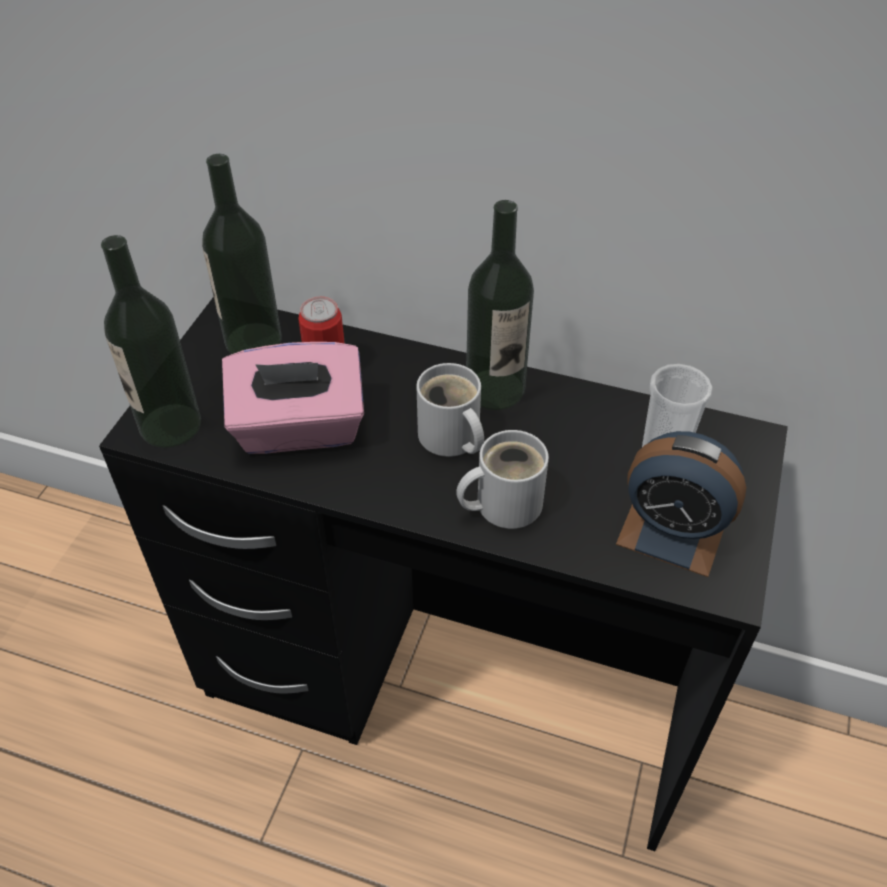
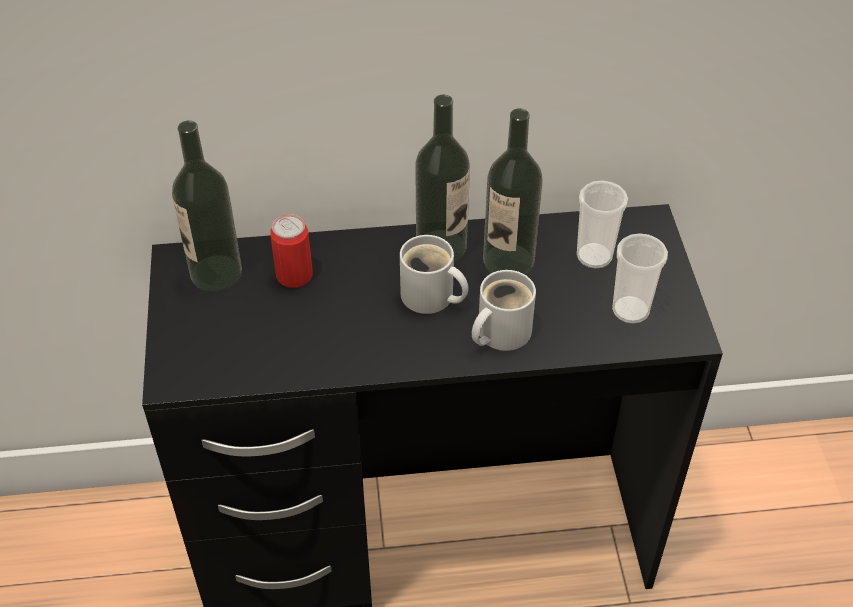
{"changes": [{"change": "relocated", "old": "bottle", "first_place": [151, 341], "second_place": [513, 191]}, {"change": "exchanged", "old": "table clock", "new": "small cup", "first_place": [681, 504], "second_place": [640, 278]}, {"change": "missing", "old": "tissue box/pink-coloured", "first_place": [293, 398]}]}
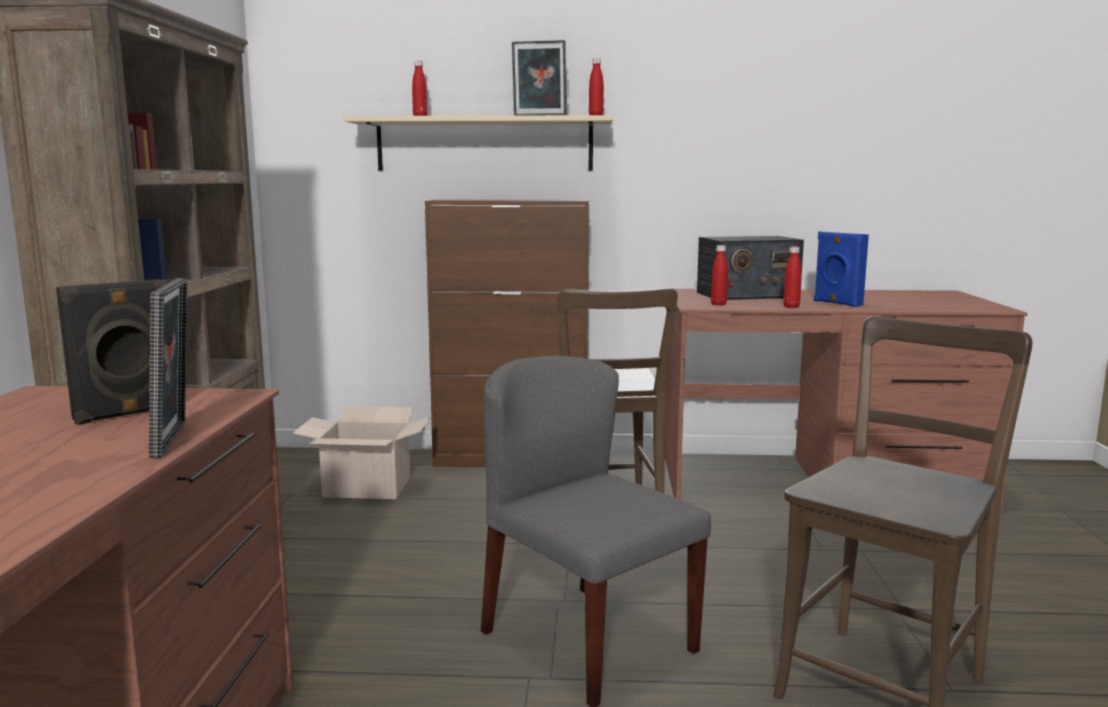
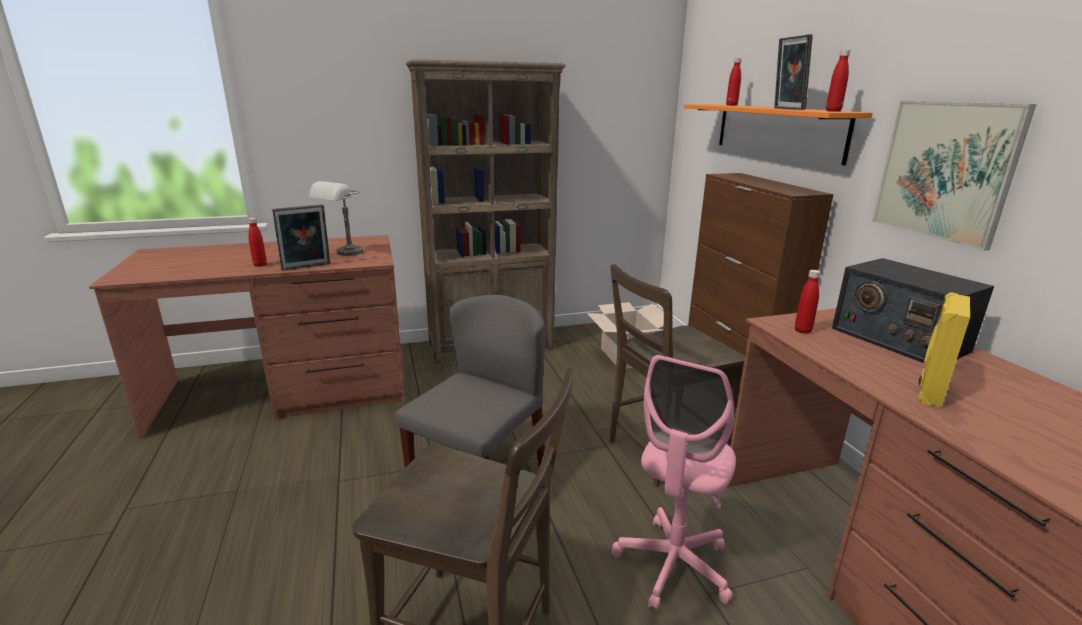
{"changes": [{"change": "relocated", "old": "bottle/reddish", "first_place": [792, 277], "second_place": [257, 242]}, {"change": "exchanged", "old": "audio speaker/black-coloured", "new": "tabletop lamp/grey", "first_place": [111, 352], "second_place": [336, 218]}, {"change": "appeared", "new": "office chair/pink-coloured", "second_place": [674, 483]}, {"change": "colour", "old": "shelf/beige", "new": "shelf/orange", "first_place": [478, 143], "second_place": [778, 135]}, {"change": "appeared", "new": "picture", "second_place": [954, 176]}, {"change": "colour", "old": "audio speaker/blue-coloured", "new": "audio speaker/yellowish", "first_place": [841, 269], "second_place": [944, 349]}]}
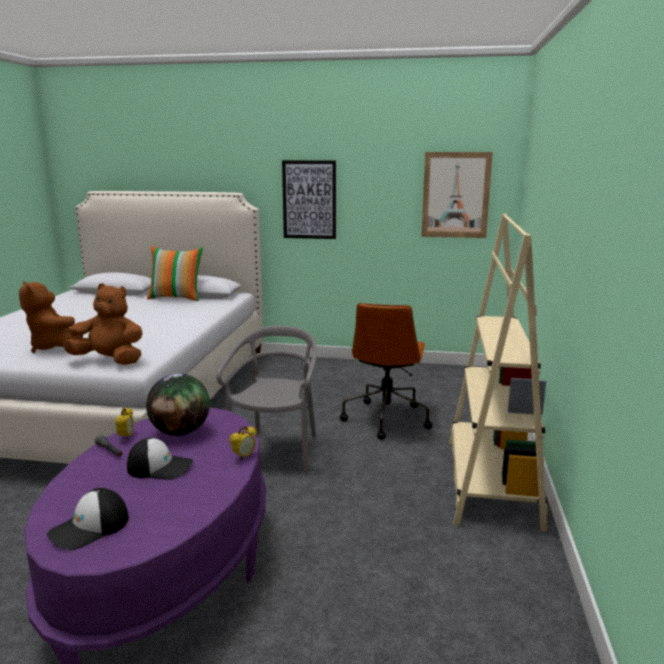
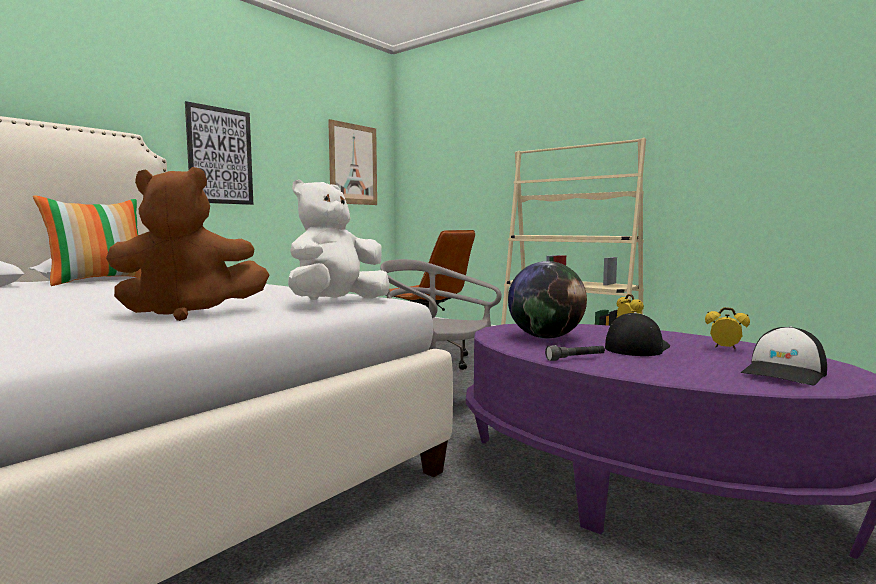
{"changes": [{"change": "colour", "old": "soft toy/brown-coloured", "new": "soft toy/whitish", "first_place": [103, 324], "second_place": [339, 240]}, {"change": "relocated", "old": "table clock", "first_place": [124, 423], "second_place": [727, 328]}, {"change": "spun", "old": "peaked cap", "first_place": [88, 519], "second_place": [784, 355], "degrees": 60}]}
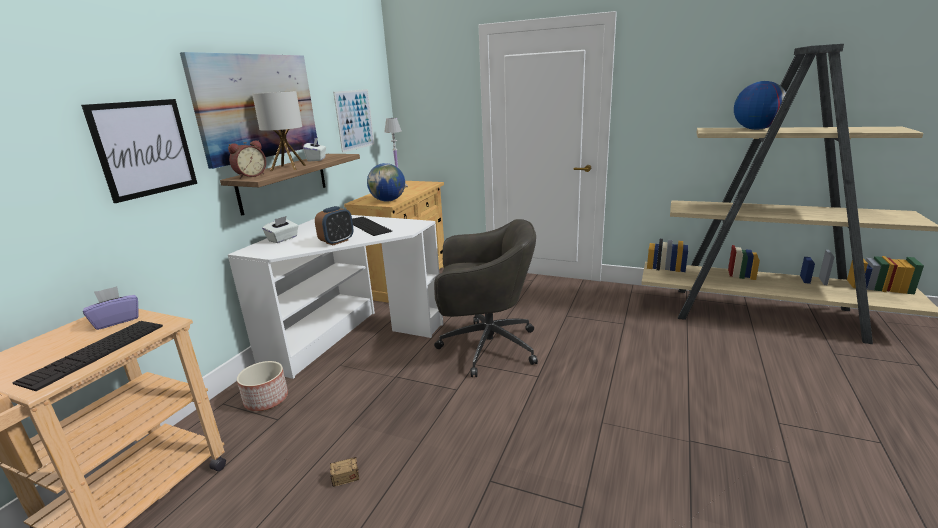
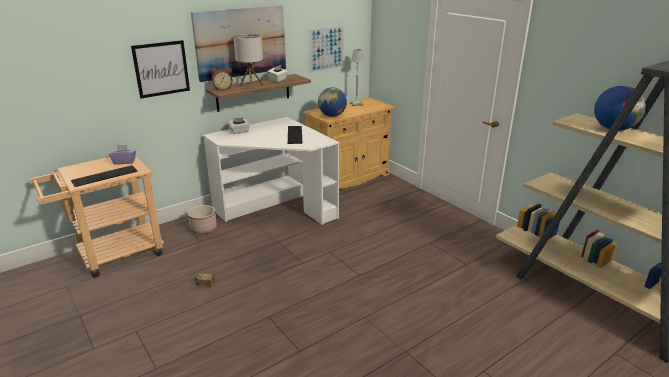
{"changes": [{"change": "missing", "old": "table clock", "first_place": [334, 225]}, {"change": "missing", "old": "office chair/grey", "first_place": [486, 298]}]}
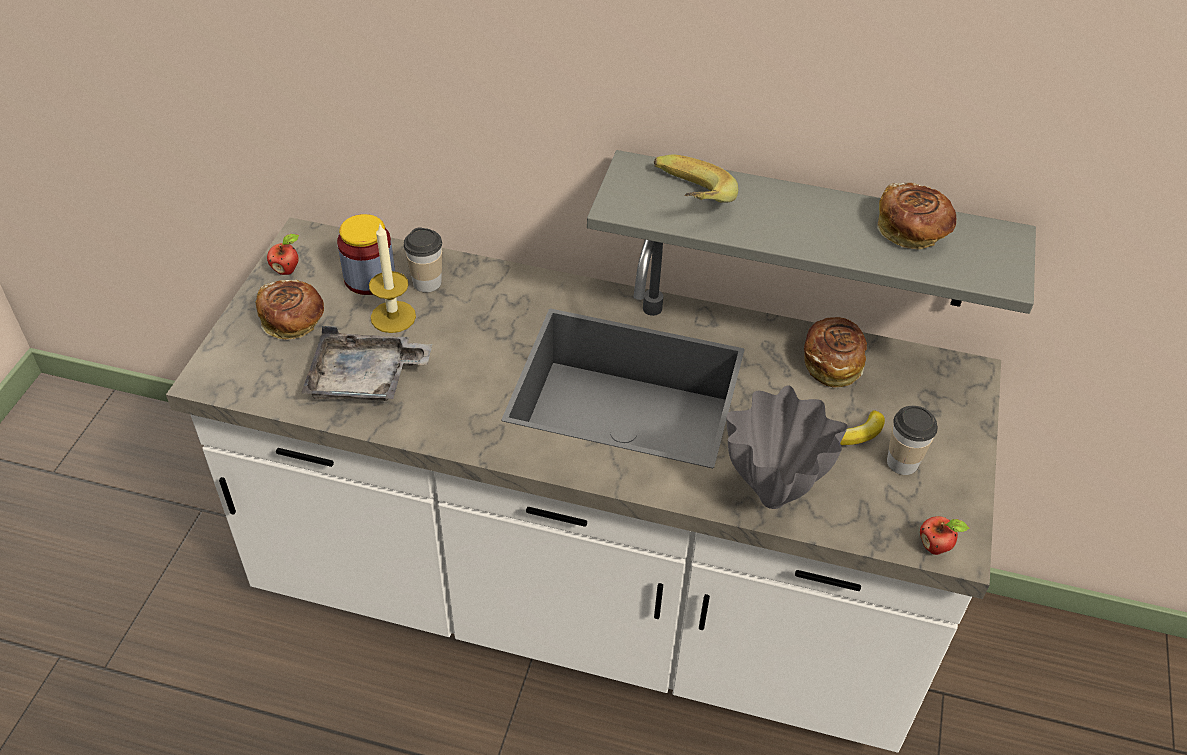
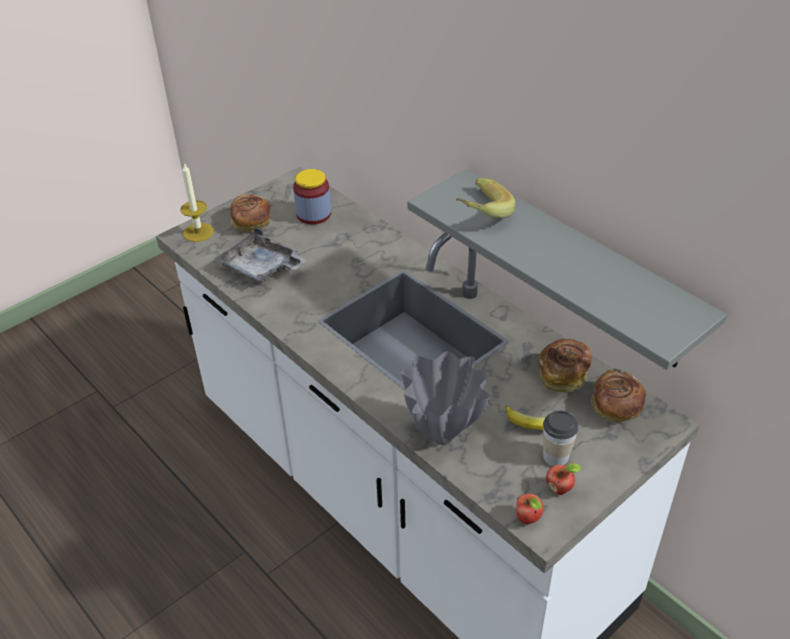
{"changes": [{"change": "relocated", "old": "wax light", "first_place": [392, 279], "second_place": [197, 202]}, {"change": "relocated", "old": "apple fruit", "first_place": [283, 254], "second_place": [564, 479]}, {"change": "relocated", "old": "baked bread", "first_place": [916, 216], "second_place": [618, 396]}, {"change": "missing", "old": "small cup", "first_place": [423, 259]}]}
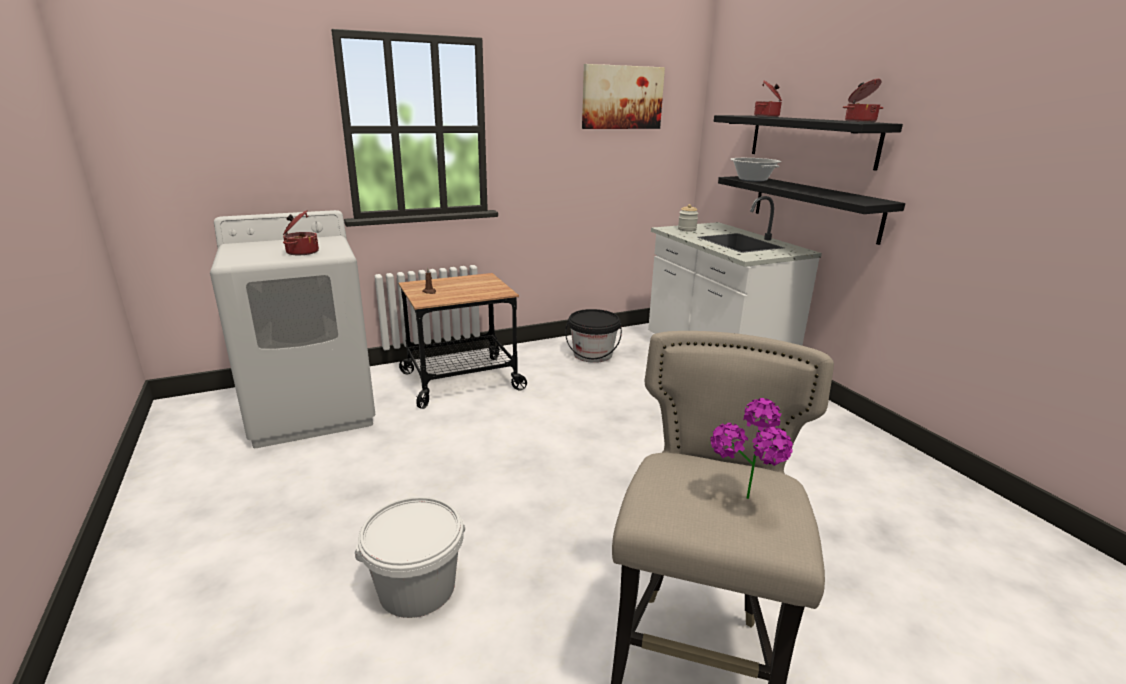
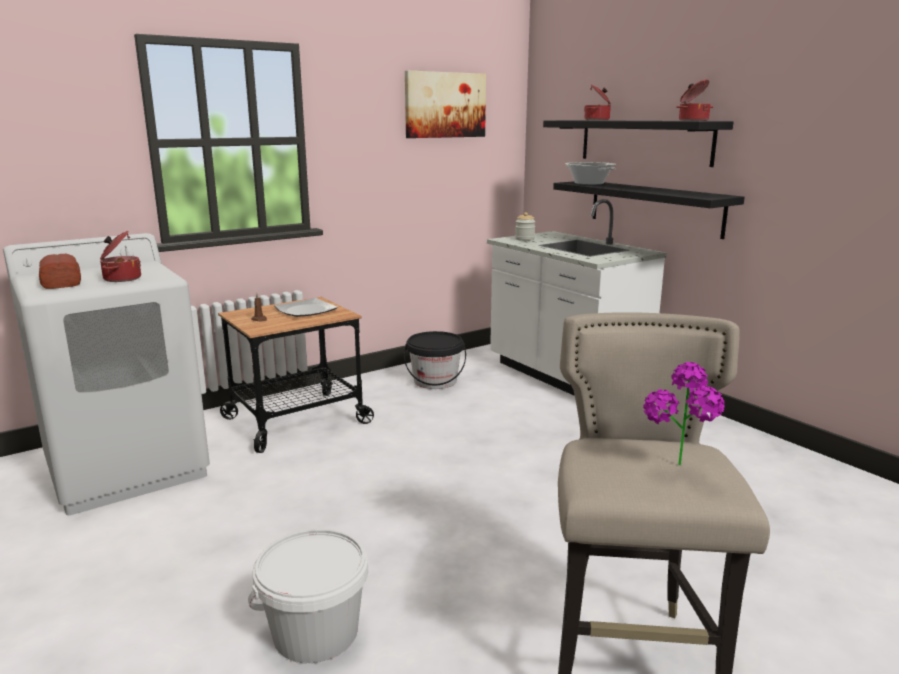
{"changes": [{"change": "appeared", "new": "baked bread", "second_place": [60, 271]}, {"change": "appeared", "new": "flat dish", "second_place": [306, 307]}]}
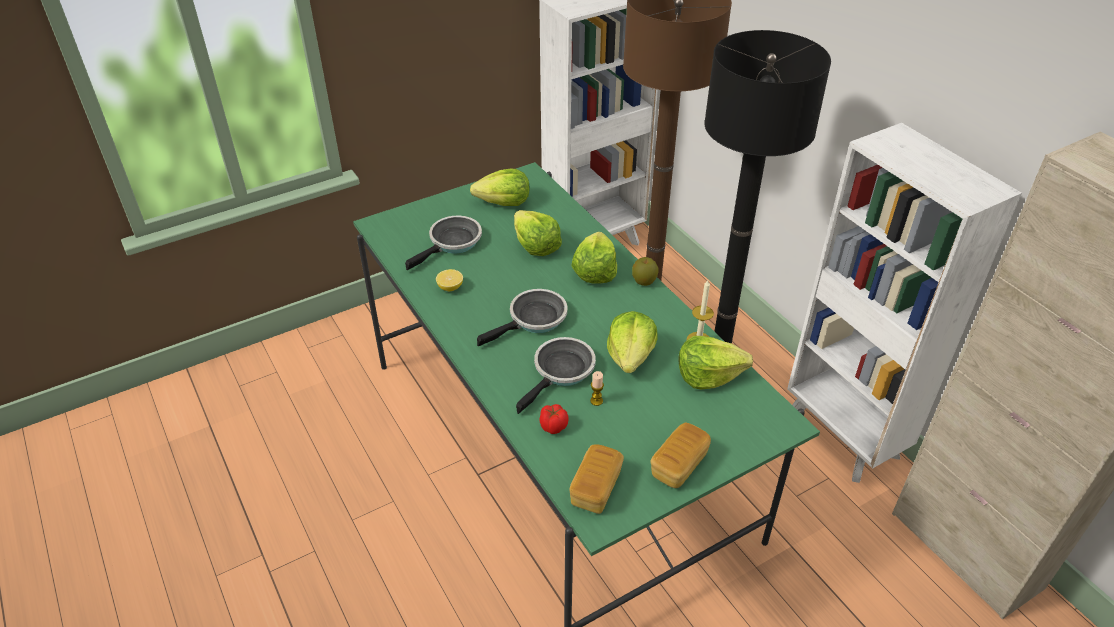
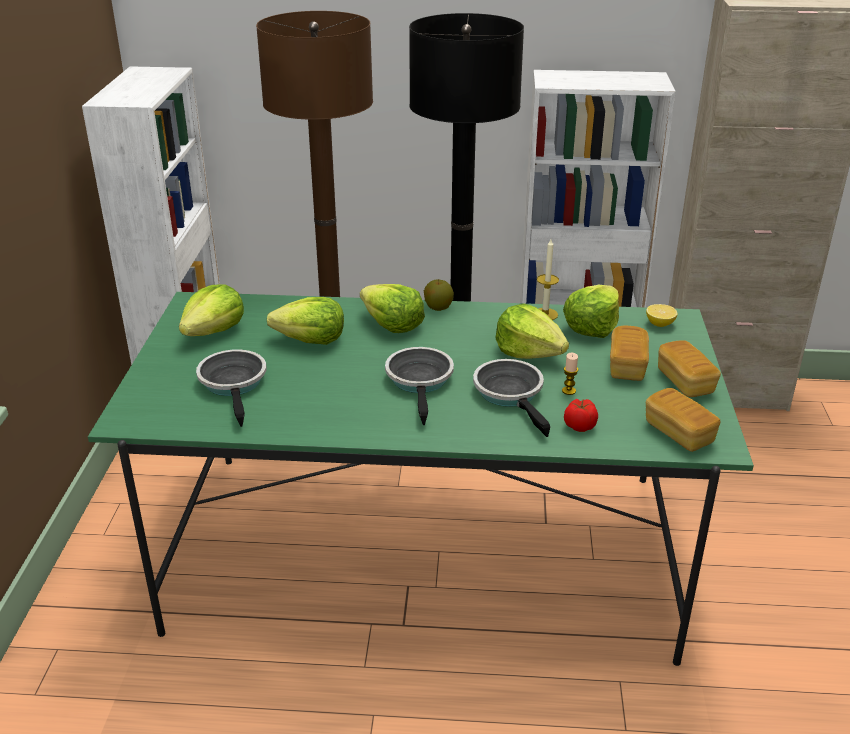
{"changes": [{"change": "appeared", "new": "baked bread", "second_place": [629, 353]}, {"change": "relocated", "old": "citrus fruit", "first_place": [449, 280], "second_place": [662, 315]}]}
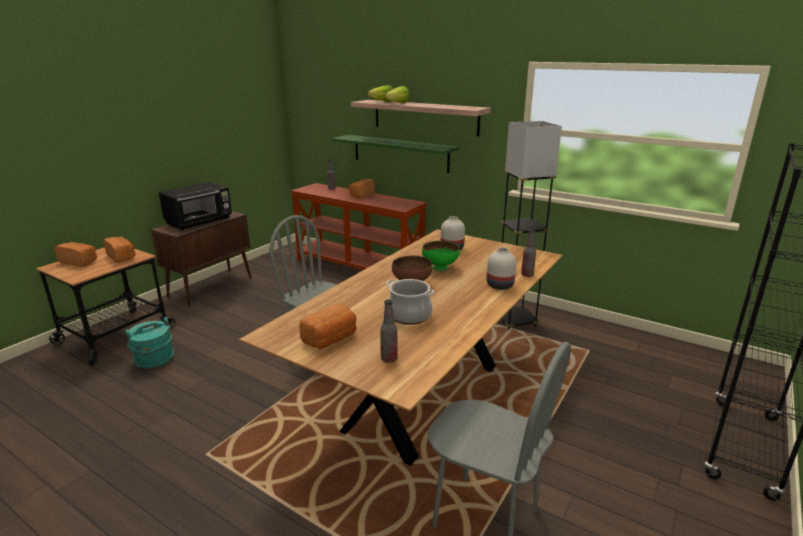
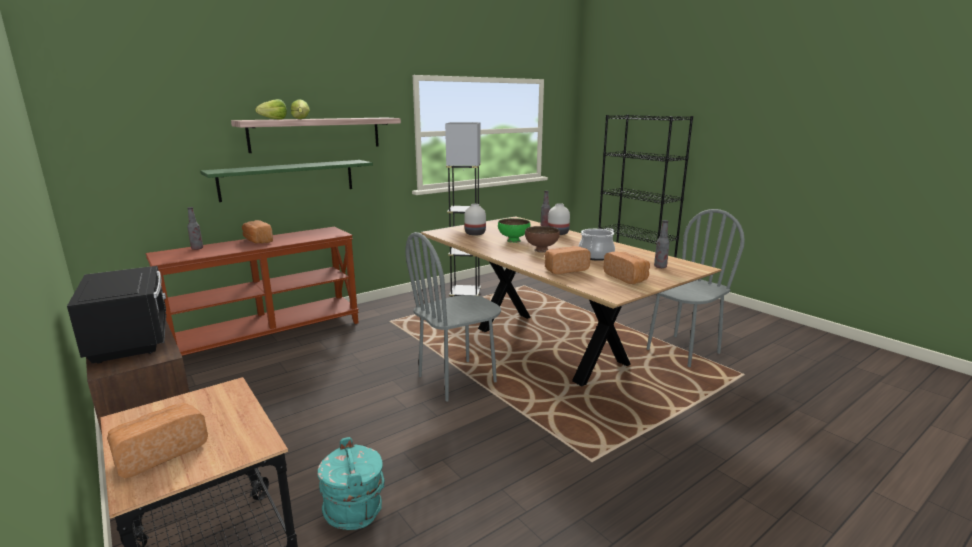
{"changes": [{"change": "relocated", "old": "baked bread", "first_place": [119, 250], "second_place": [567, 260]}]}
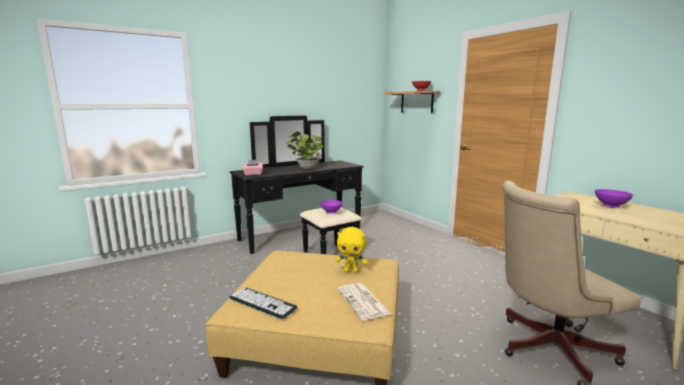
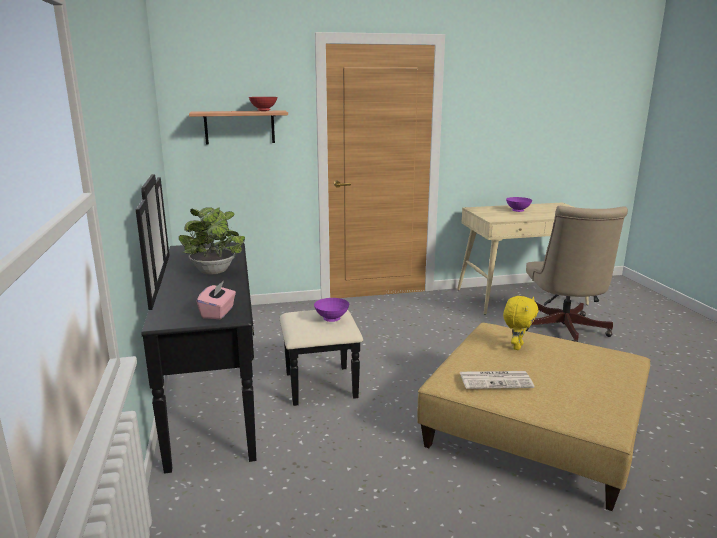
{"changes": [{"change": "relocated", "old": "daily paper", "first_place": [364, 301], "second_place": [497, 380]}, {"change": "missing", "old": "computer keyboard", "first_place": [263, 303]}]}
